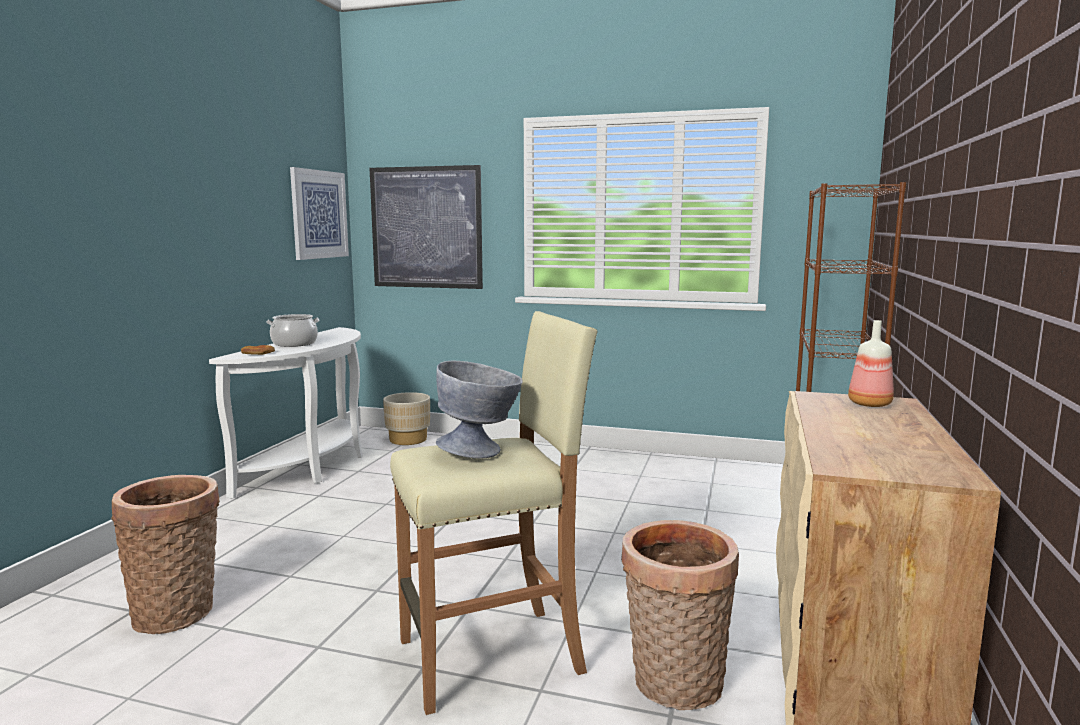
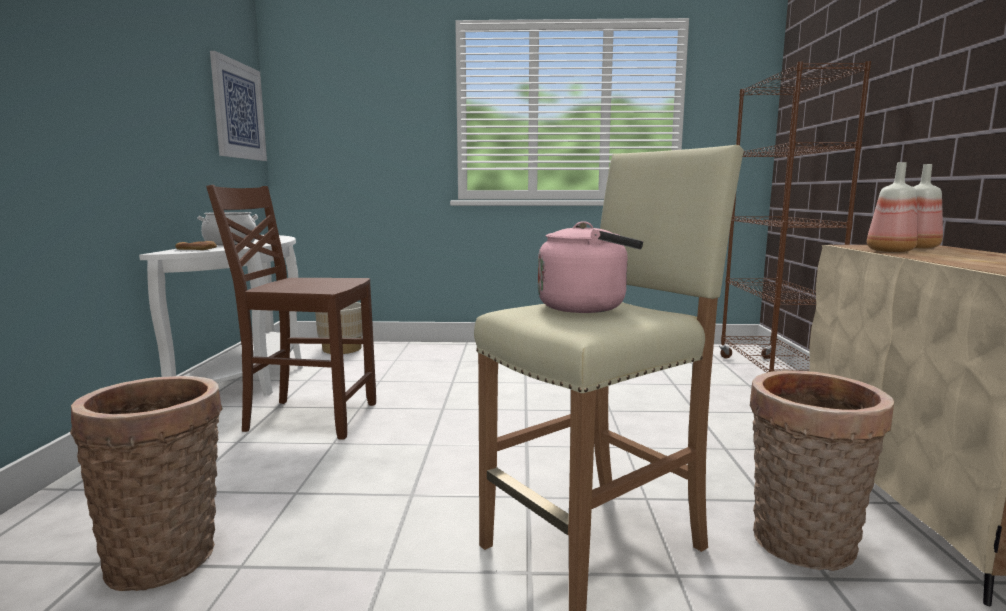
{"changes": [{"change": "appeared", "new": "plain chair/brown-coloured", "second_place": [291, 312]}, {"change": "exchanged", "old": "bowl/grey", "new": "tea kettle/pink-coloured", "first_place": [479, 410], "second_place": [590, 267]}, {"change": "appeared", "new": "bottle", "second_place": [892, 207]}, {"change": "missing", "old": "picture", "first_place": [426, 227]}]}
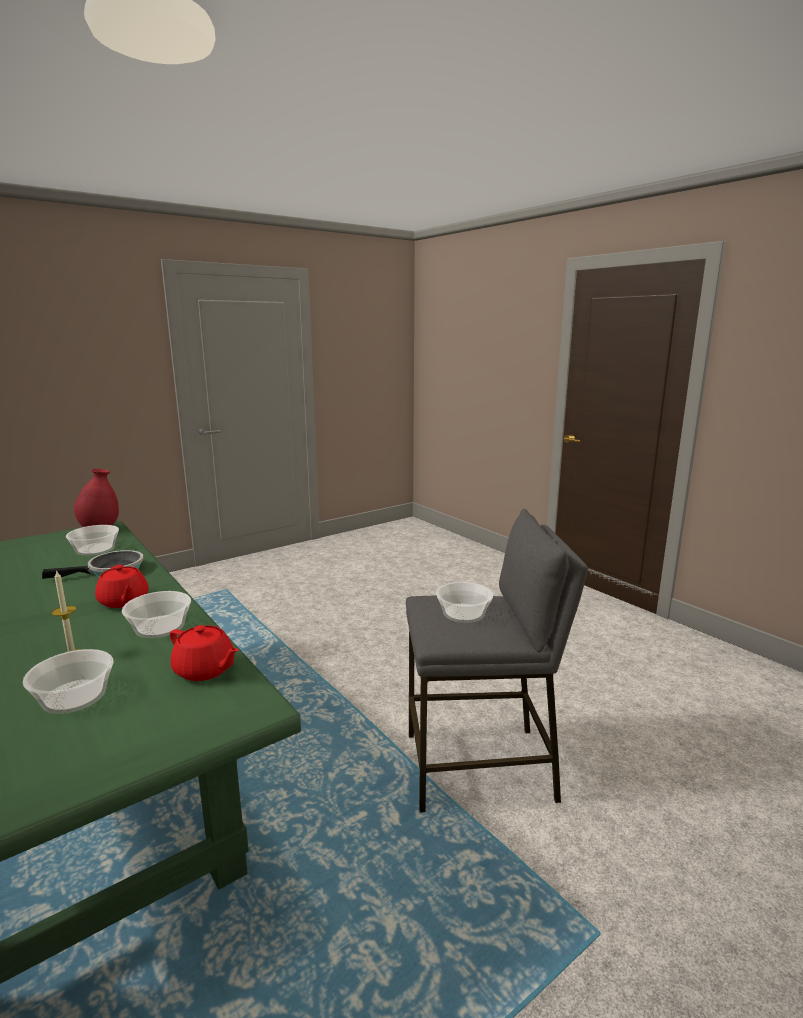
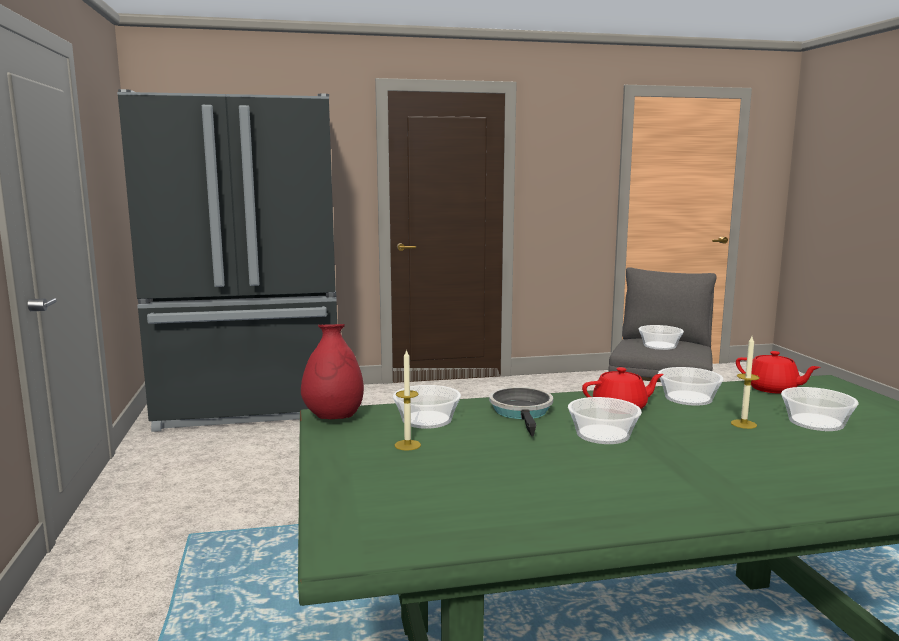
{"changes": [{"change": "appeared", "new": "fridge/black-coloured", "second_place": [227, 260]}, {"change": "appeared", "new": "wax light", "second_place": [408, 400]}, {"change": "appeared", "new": "bowl", "second_place": [605, 420]}, {"change": "spun", "old": "pot for tea/reddish", "first_place": [204, 653], "second_place": [778, 372], "degrees": 75}]}
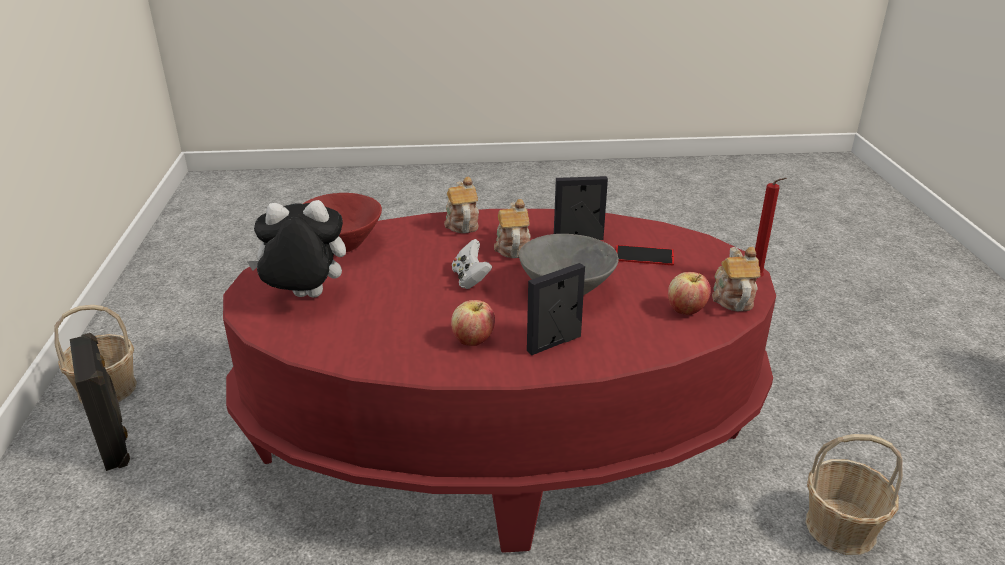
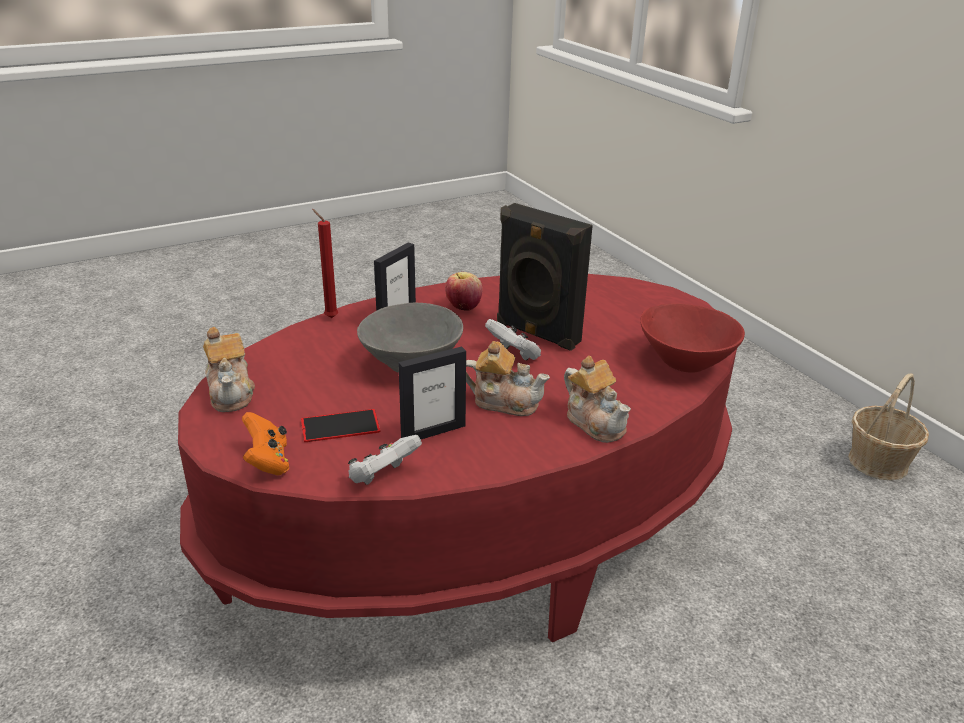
{"changes": [{"change": "appeared", "new": "joypad/orange", "second_place": [265, 443]}, {"change": "relocated", "old": "wax light/reddish", "first_place": [771, 227], "second_place": [325, 263]}, {"change": "appeared", "new": "joypad/whitish", "second_place": [385, 460]}, {"change": "spun", "old": "pot for tea", "first_place": [512, 228], "second_place": [508, 378], "degrees": -45}, {"change": "relocated", "old": "audio speaker/black-coloured", "first_place": [100, 402], "second_place": [545, 277]}, {"change": "missing", "old": "soft toy", "first_place": [296, 249]}, {"change": "missing", "old": "apple fruit", "first_place": [689, 293]}, {"change": "missing", "old": "basket", "first_place": [854, 494]}]}
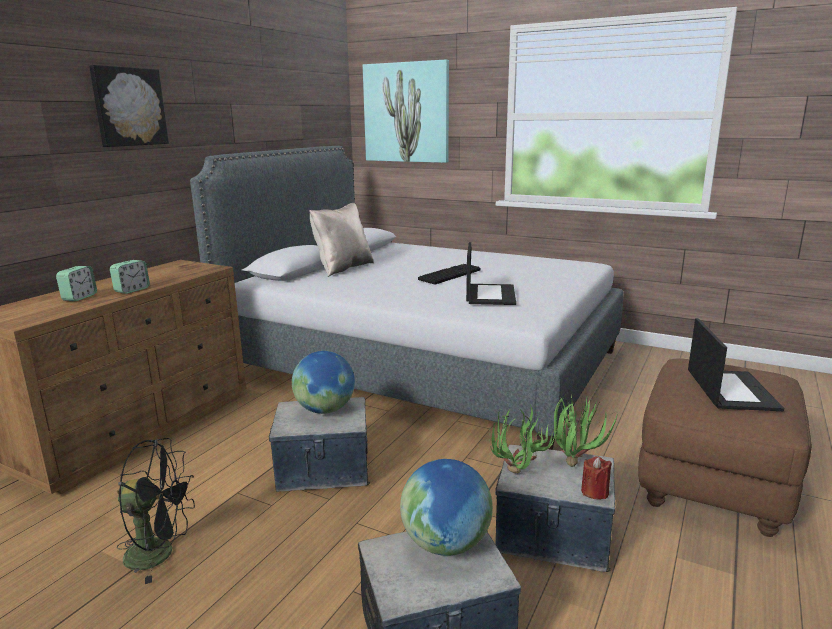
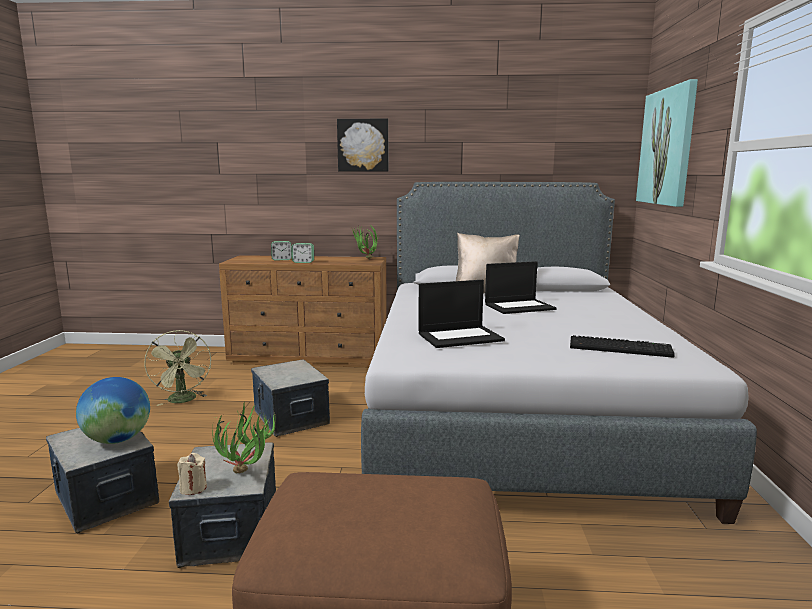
{"changes": [{"change": "colour", "old": "cooling fan/black-coloured", "new": "cooling fan/green-coloured", "first_place": [156, 511], "second_place": [177, 368]}, {"change": "colour", "old": "wax light/reddish", "new": "wax light/beige", "first_place": [596, 478], "second_place": [192, 474]}, {"change": "relocated", "old": "plant in a pot", "first_place": [523, 438], "second_place": [364, 243]}, {"change": "relocated", "old": "laptop", "first_place": [736, 364], "second_place": [521, 287]}, {"change": "relocated", "old": "computer keyboard", "first_place": [449, 274], "second_place": [622, 346]}, {"change": "missing", "old": "desk globe", "first_place": [323, 382]}]}
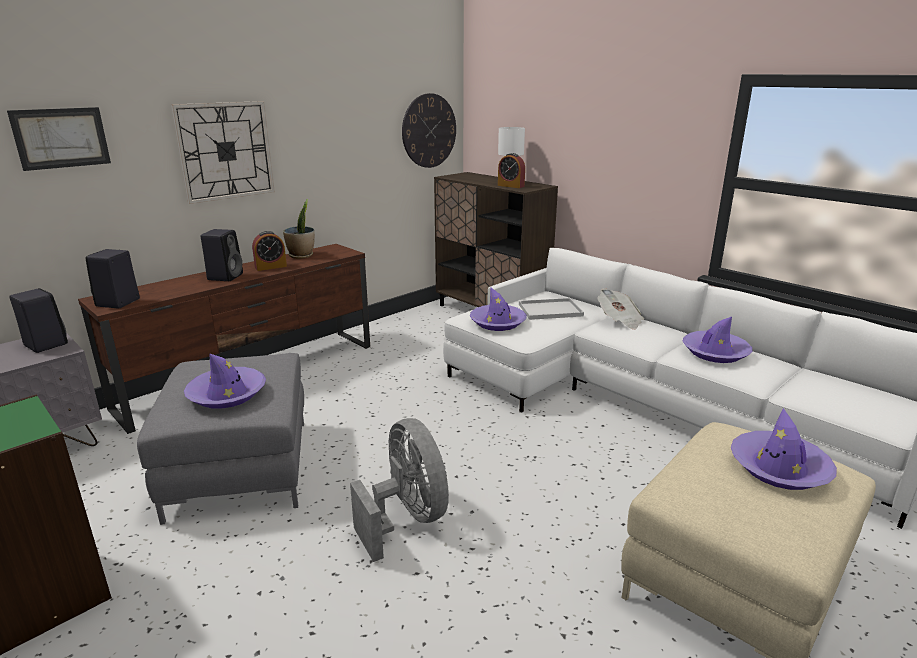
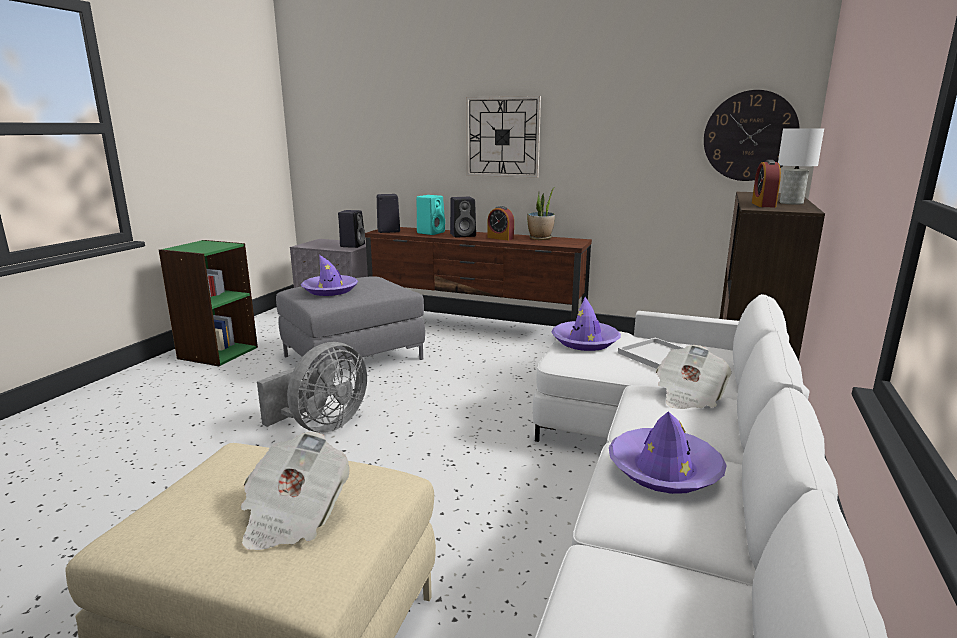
{"changes": [{"change": "exchanged", "old": "wearable hat/purplish", "new": "daily paper", "first_place": [784, 449], "second_place": [295, 491]}, {"change": "appeared", "new": "audio speaker/turquoise", "second_place": [430, 215]}, {"change": "missing", "old": "picture", "first_place": [59, 139]}]}
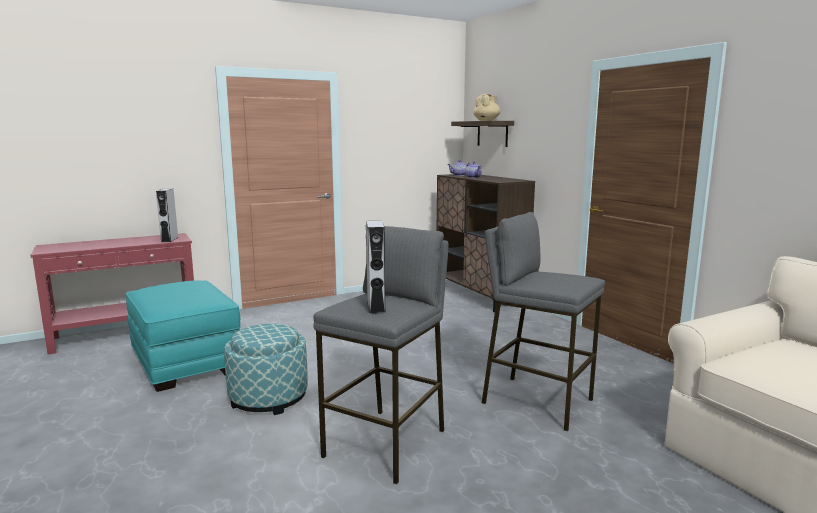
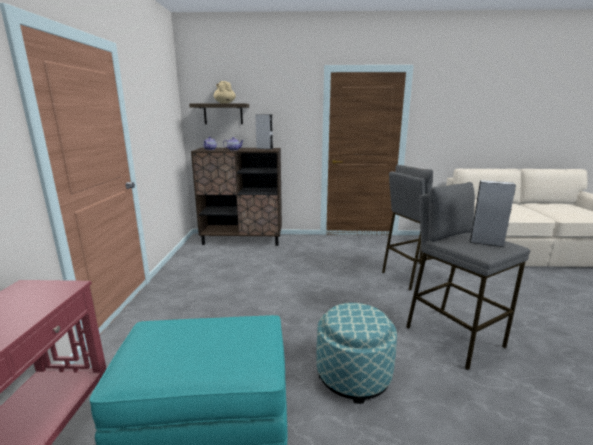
{"changes": [{"change": "relocated", "old": "audio speaker/grey", "first_place": [167, 215], "second_place": [264, 131]}]}
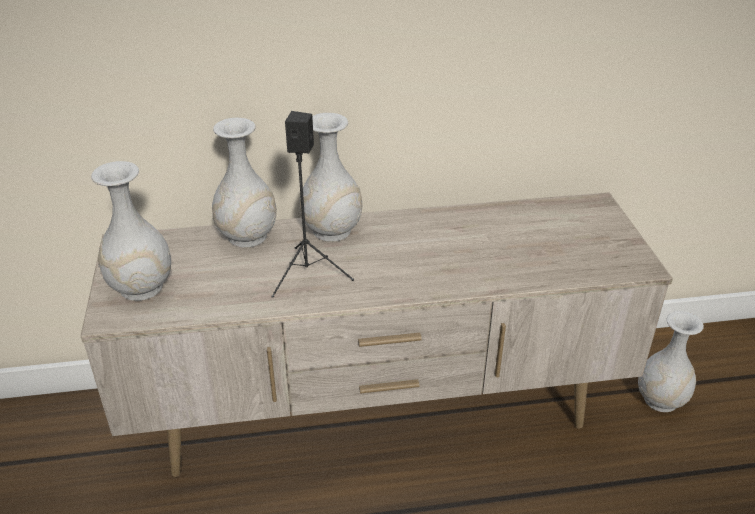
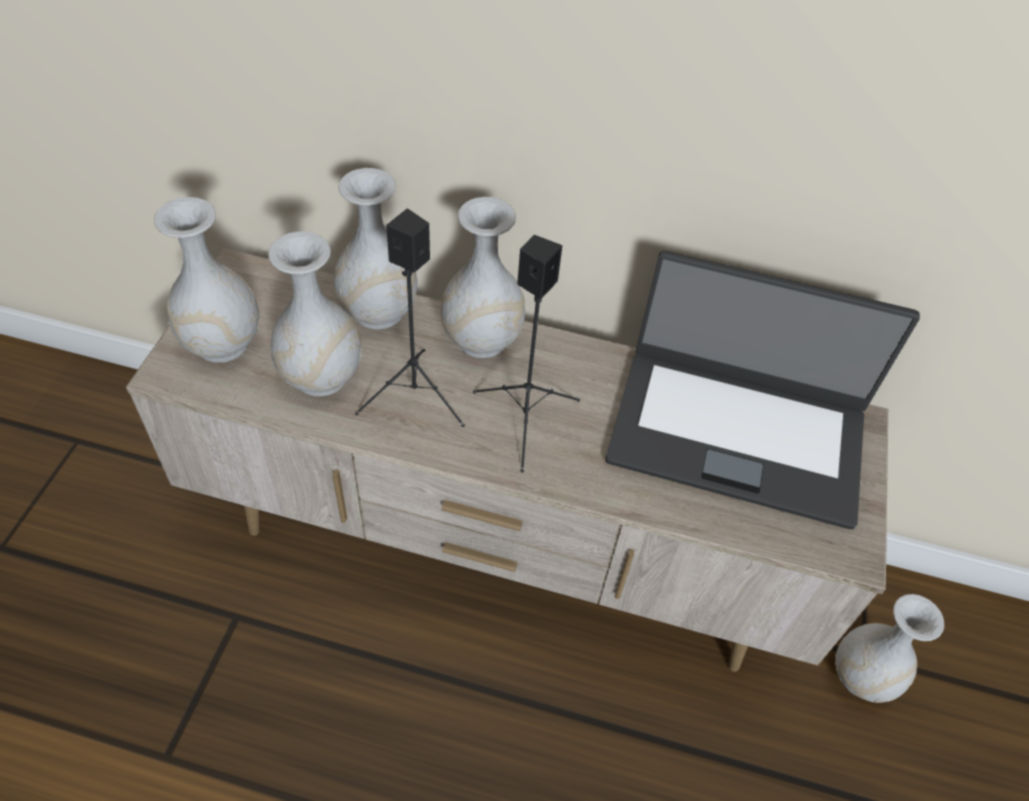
{"changes": [{"change": "appeared", "new": "vase/whitish", "second_place": [315, 314]}, {"change": "appeared", "new": "audio speaker/black-coloured", "second_place": [526, 354]}, {"change": "appeared", "new": "laptop", "second_place": [762, 389]}]}
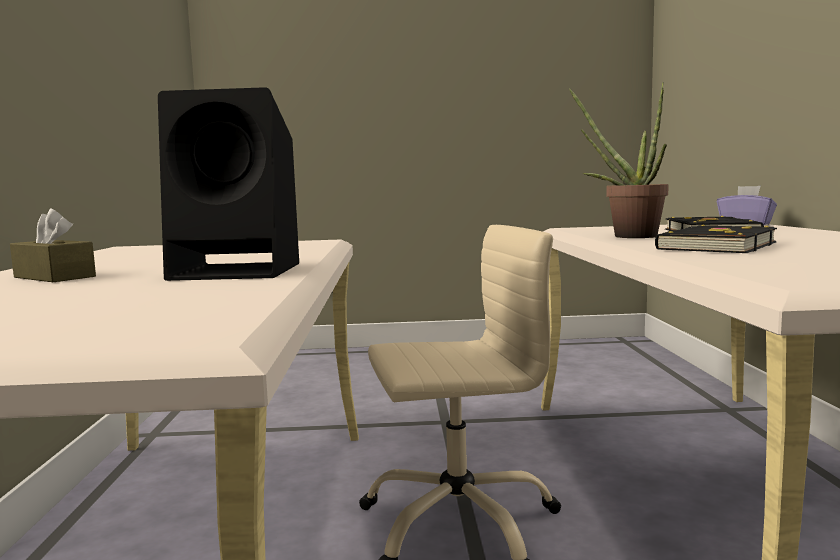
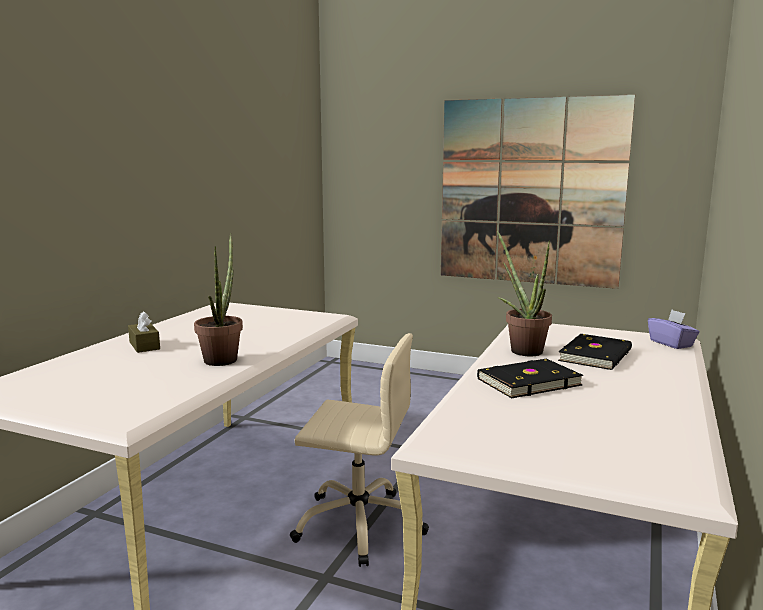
{"changes": [{"change": "exchanged", "old": "audio speaker/black-coloured", "new": "plant in a pot", "first_place": [228, 184], "second_place": [218, 299]}, {"change": "appeared", "new": "picture", "second_place": [538, 192]}]}
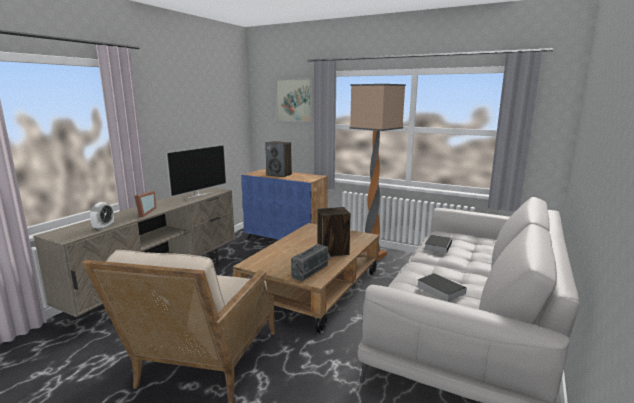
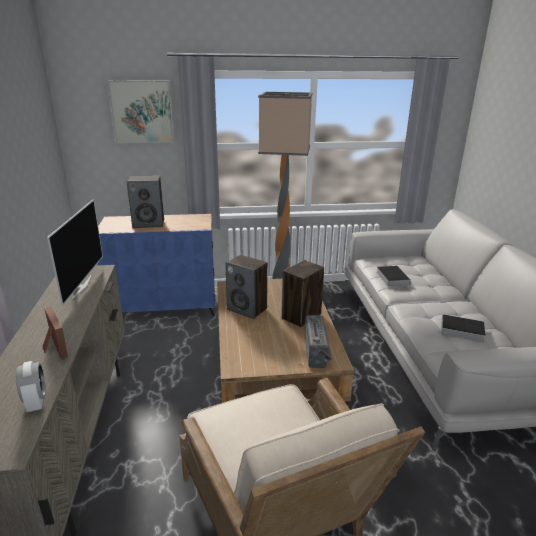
{"changes": [{"change": "appeared", "new": "audio speaker", "second_place": [247, 287]}]}
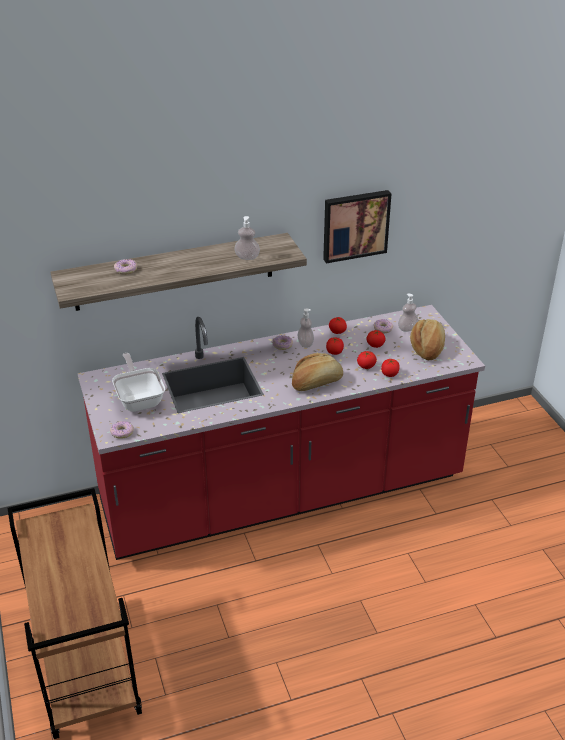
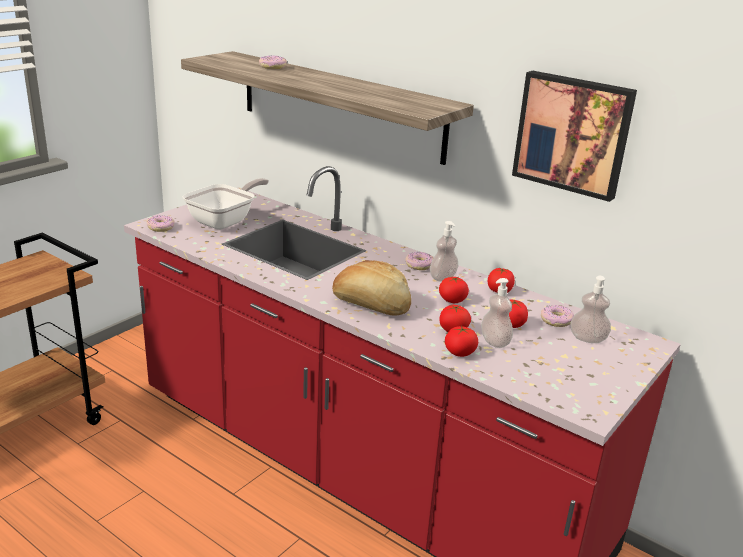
{"changes": [{"change": "relocated", "old": "soap bottle", "first_place": [247, 238], "second_place": [497, 313]}, {"change": "missing", "old": "baked bread", "first_place": [427, 339]}]}
